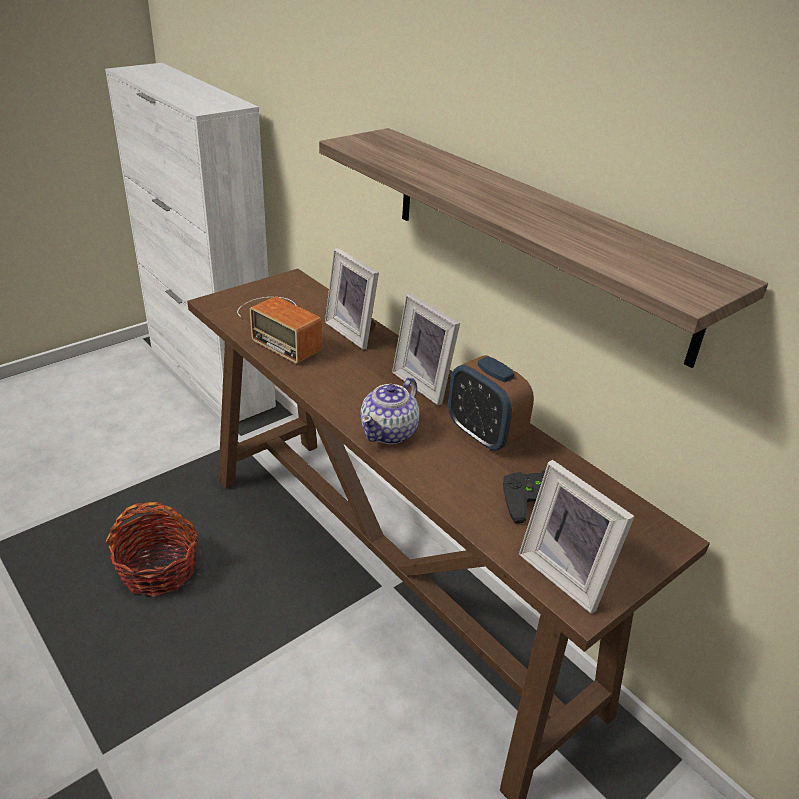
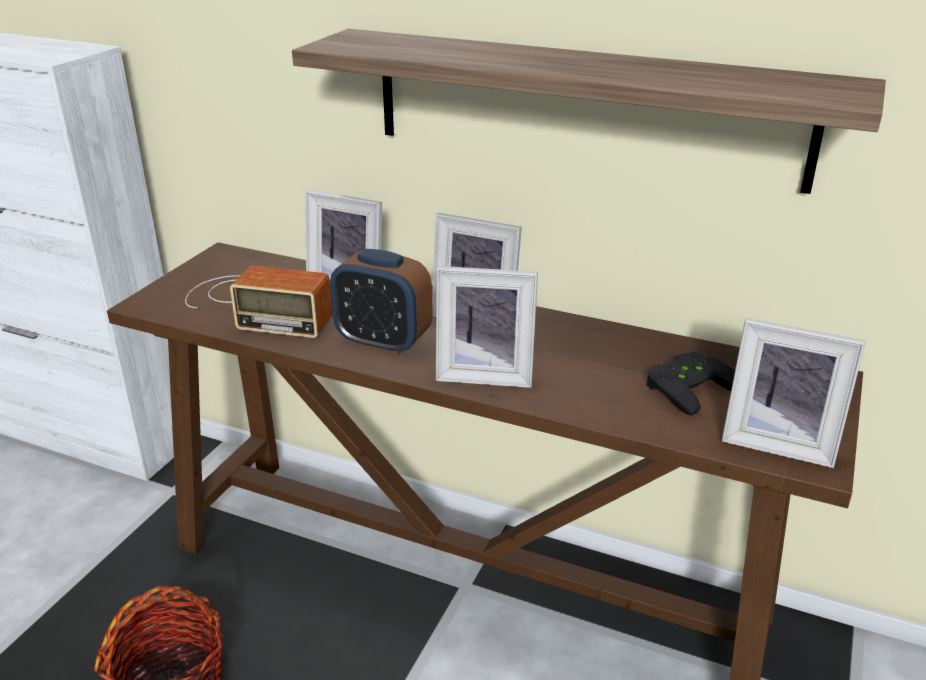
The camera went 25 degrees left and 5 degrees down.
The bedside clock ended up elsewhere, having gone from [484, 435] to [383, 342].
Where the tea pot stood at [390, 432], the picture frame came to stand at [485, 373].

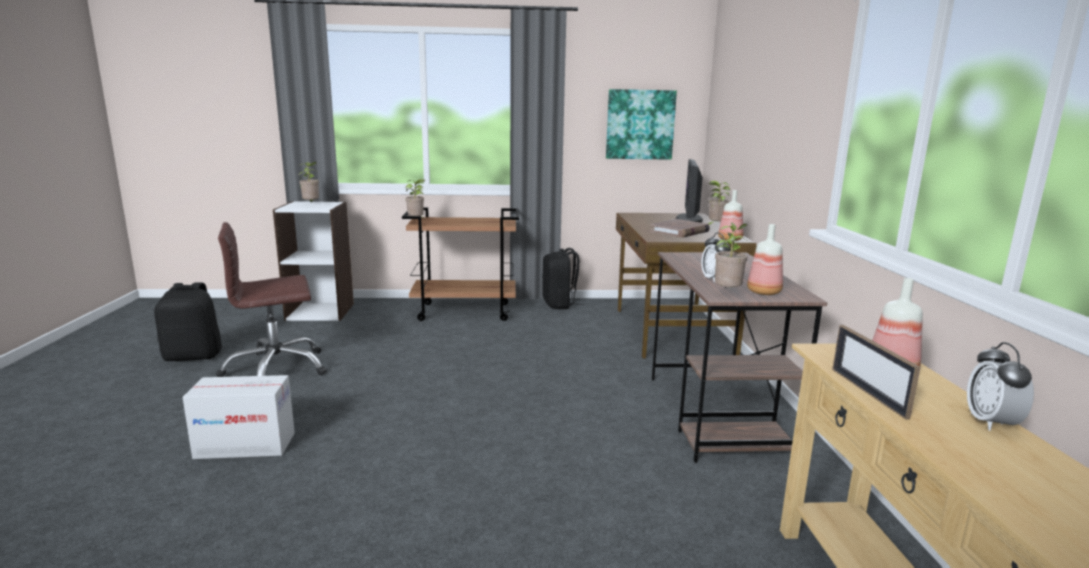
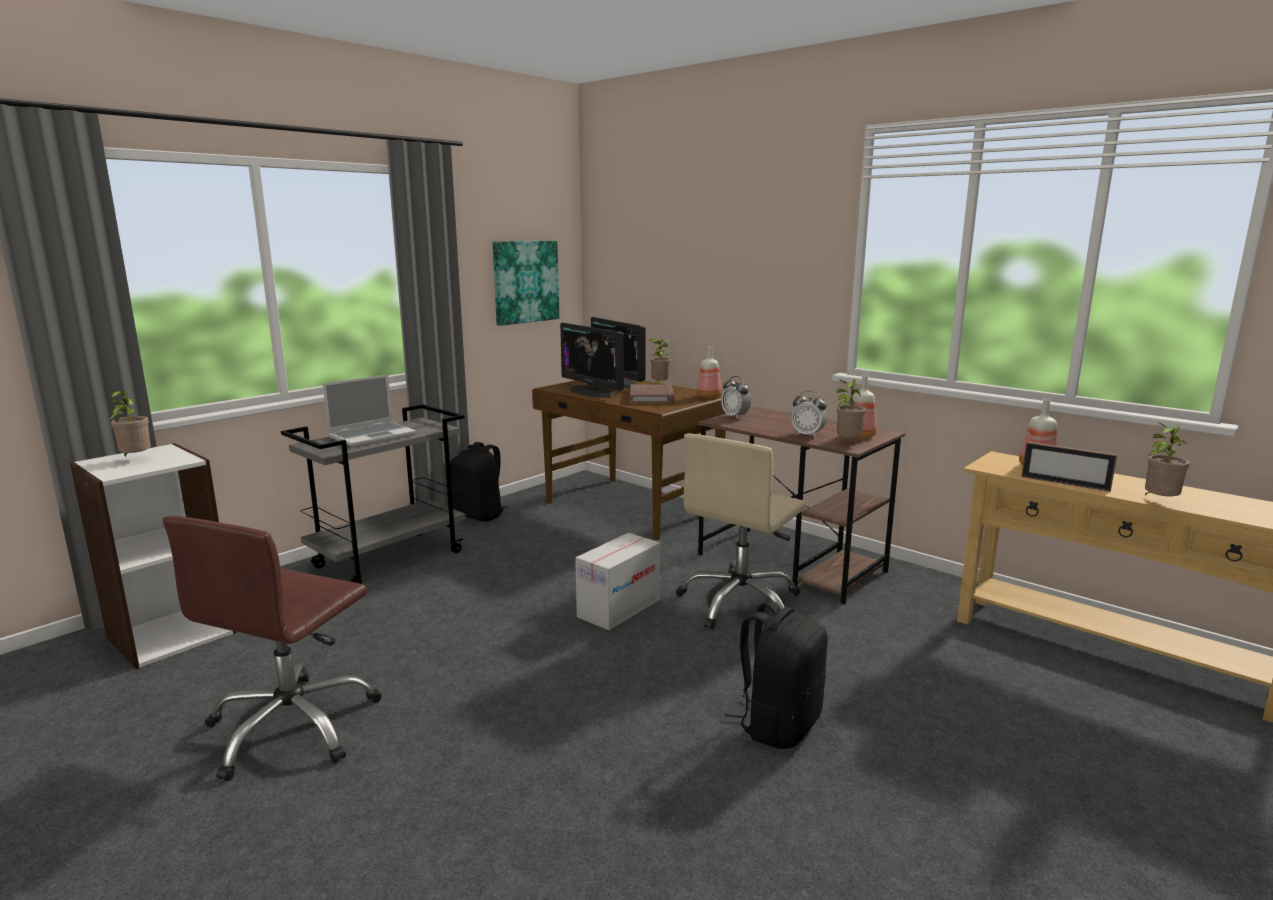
The camera went 45 degrees left and 0 degrees up.
The second view gained the laptop at [373, 436].
The second view gained the computer display at [592, 392].
The second view gained the computer chair in beige at [740, 603].
The knapsack in blackish ended up elsewhere, having gone from [194, 356] to [778, 724].
The packing box ended up elsewhere, having gone from [245, 445] to [619, 608].
The plant in a pot ended up elsewhere, having gone from [417, 221] to [1158, 502].
The bedside clock ended up elsewhere, having gone from [991, 423] to [735, 416].
What was the wheeled cart in brown-coloured at [465, 312] turned into the wheeled cart in grey at [390, 559].

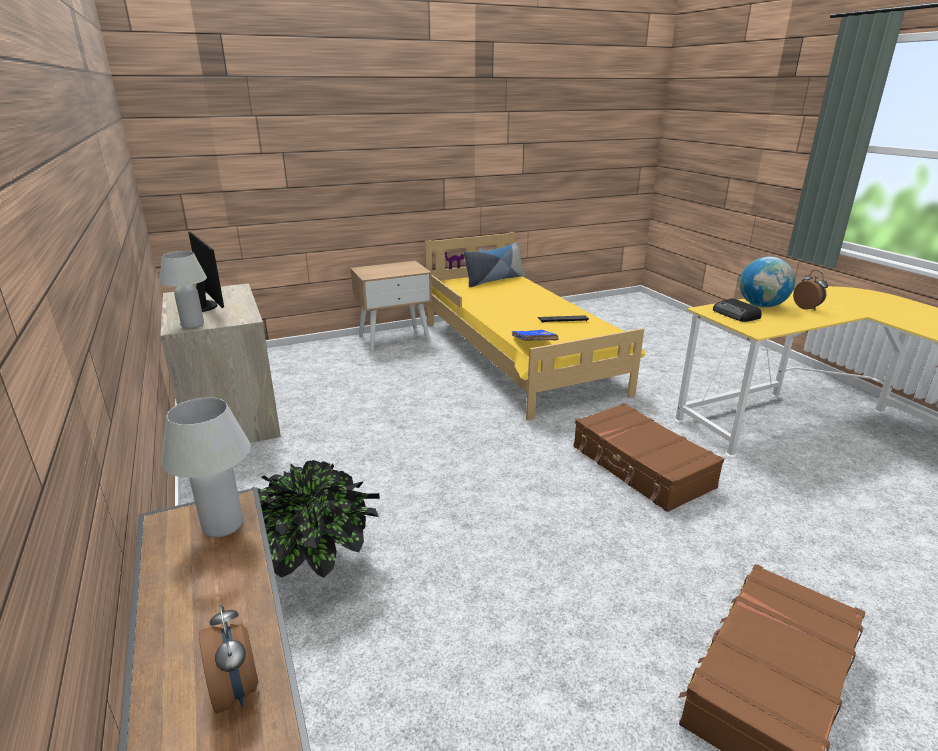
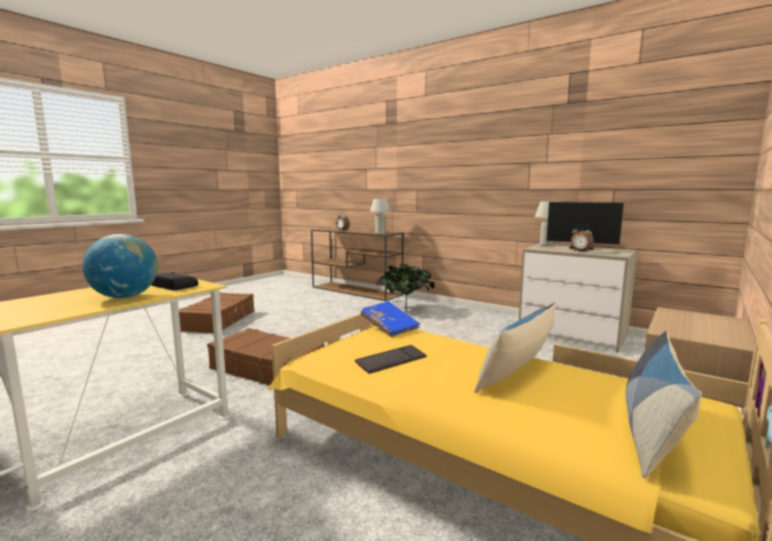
The camera went 150 degrees right and 15 degrees down.
The second view gained the cushion at [517, 373].
The bedside clock ended up elsewhere, having gone from [807, 308] to [580, 252].

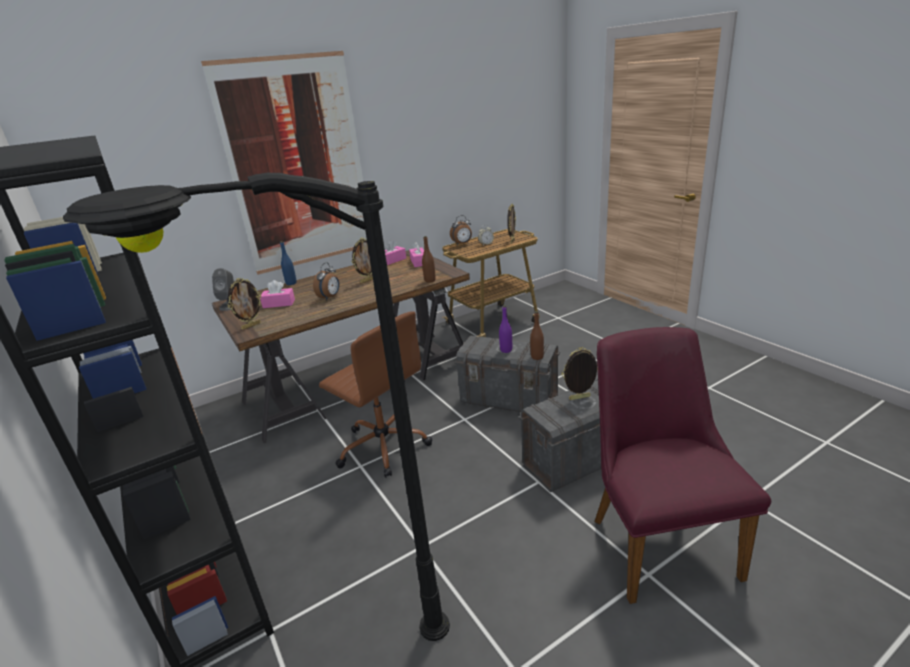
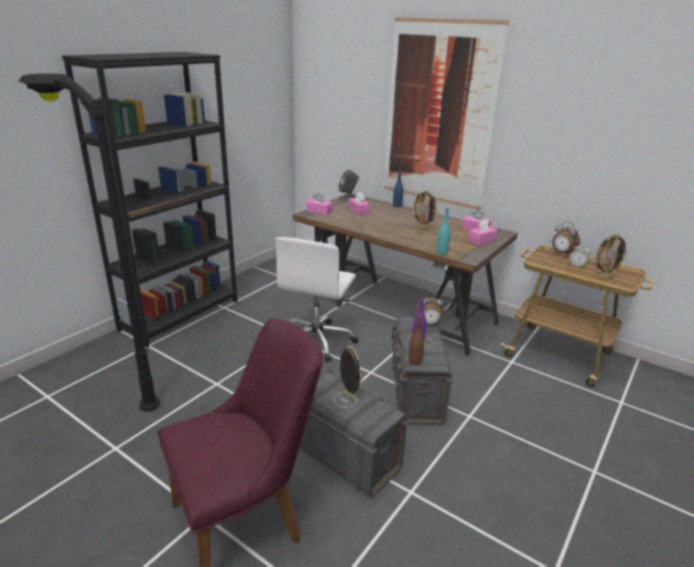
The camera went 65 degrees right and 0 degrees up.
The bedside clock ended up elsewhere, having gone from [330, 297] to [429, 324].
Where the picture frame stood at [251, 326], the box of tissues in pink-coloured came to stand at [319, 211].
What was the computer chair in brown-coloured at [383, 445] turned into the computer chair in whitish at [317, 340].
What was the bottle in brown-coloured at [430, 280] turned into the bottle in blue-green at [442, 252].

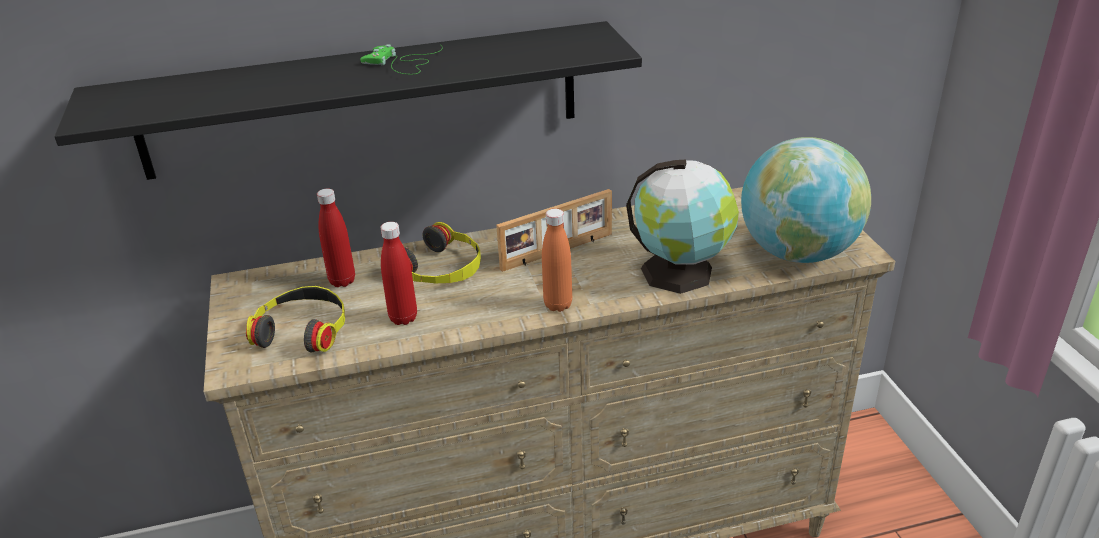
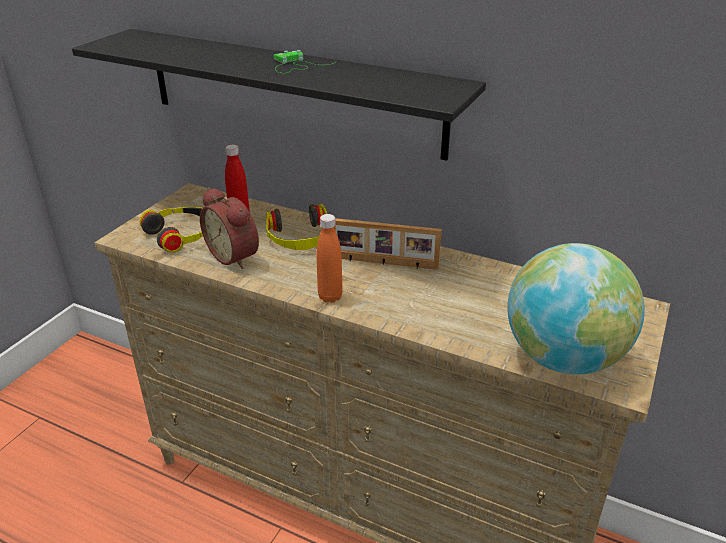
The camera went 40 degrees right and 0 degrees up.
The second view lost the desk globe at [681, 272].
Where the bottle in red-coloured stood at [403, 318], the bedside clock came to stand at [235, 256].

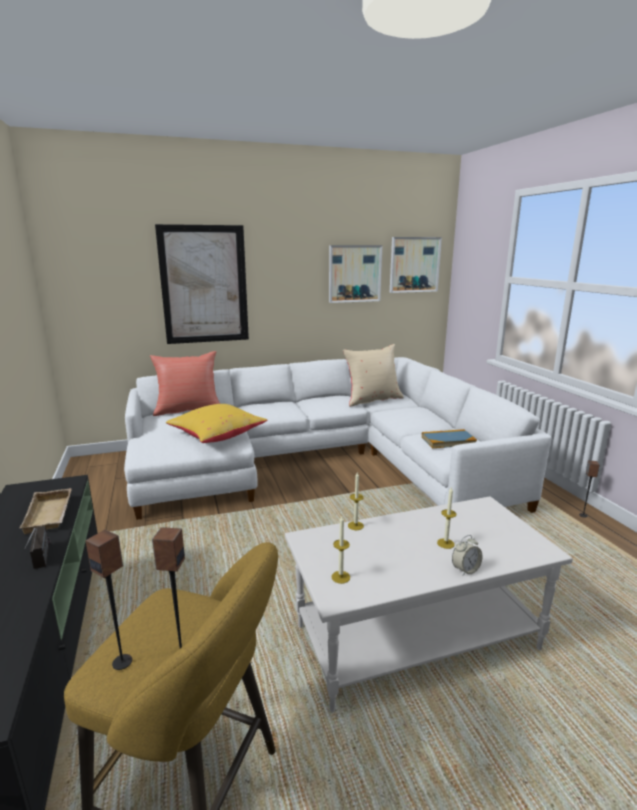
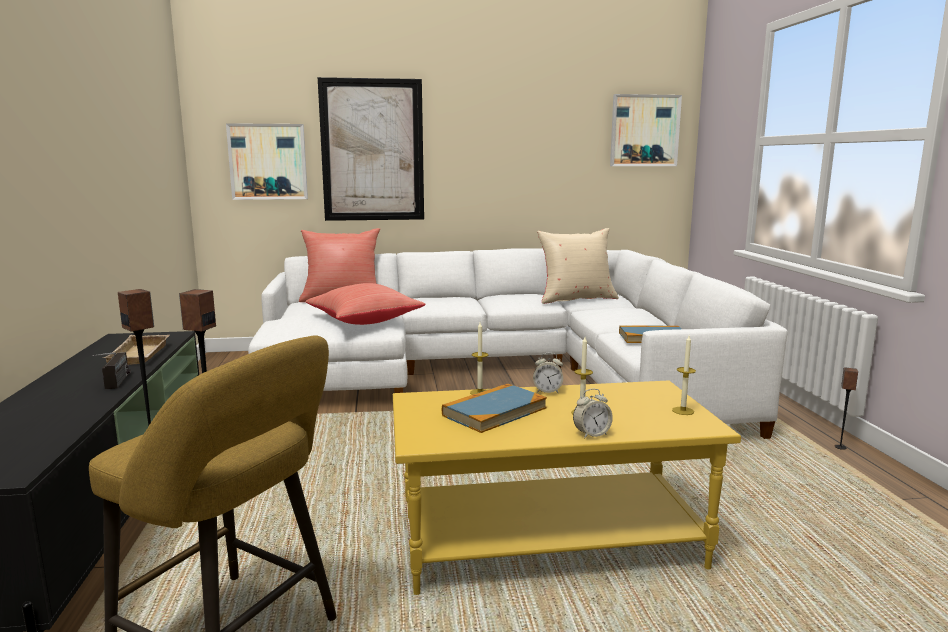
The camera went 10 degrees right and 5 degrees down.
The second view gained the book at [494, 412].
The second view gained the bedside clock at [547, 391].
The picture ended up elsewhere, having gone from [354, 273] to [268, 162].
The candle ended up elsewhere, having gone from [340, 577] to [683, 411].
What was the cushion in yellowish at [216, 436] turned into the cushion in red-coloured at [364, 321].
What was the lounge table in whitish at [416, 636] turned into the lounge table in yellowish at [550, 541].

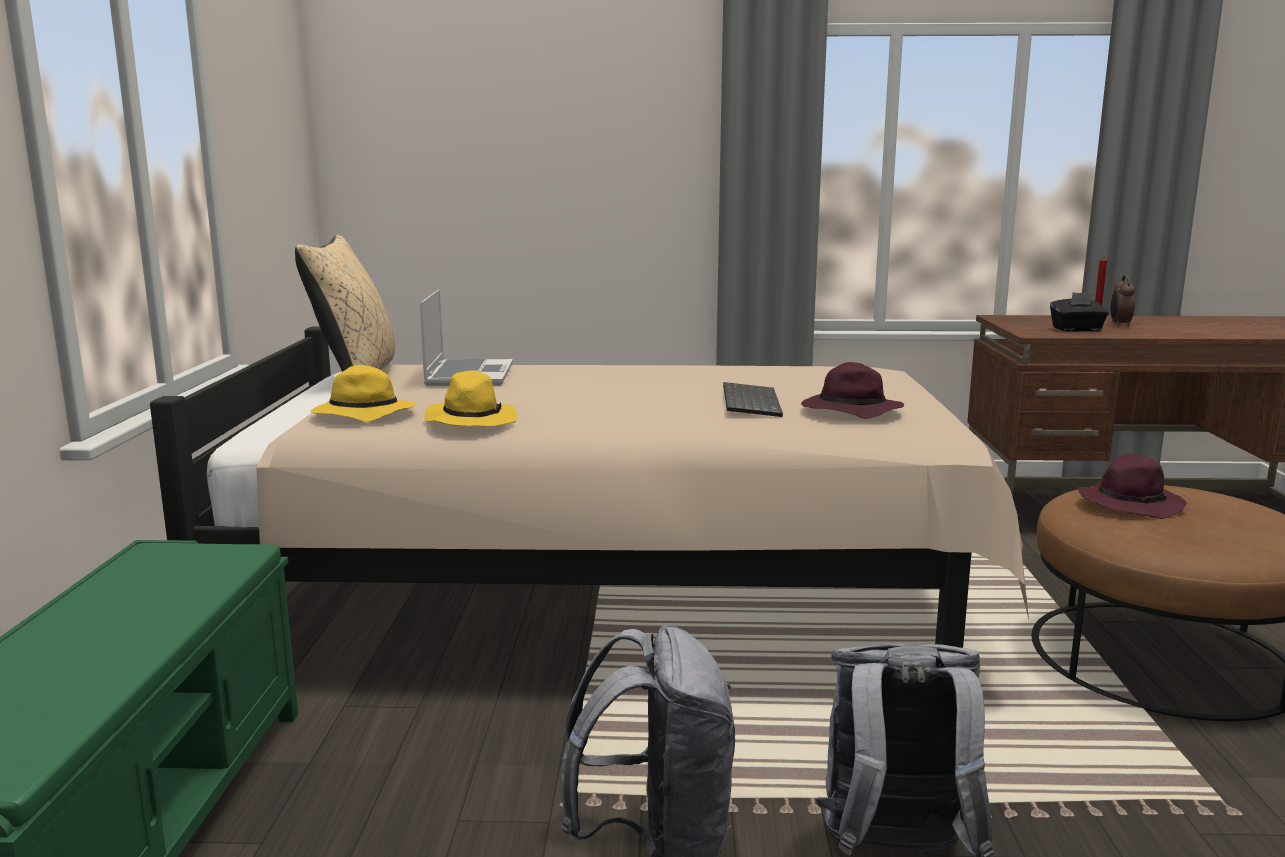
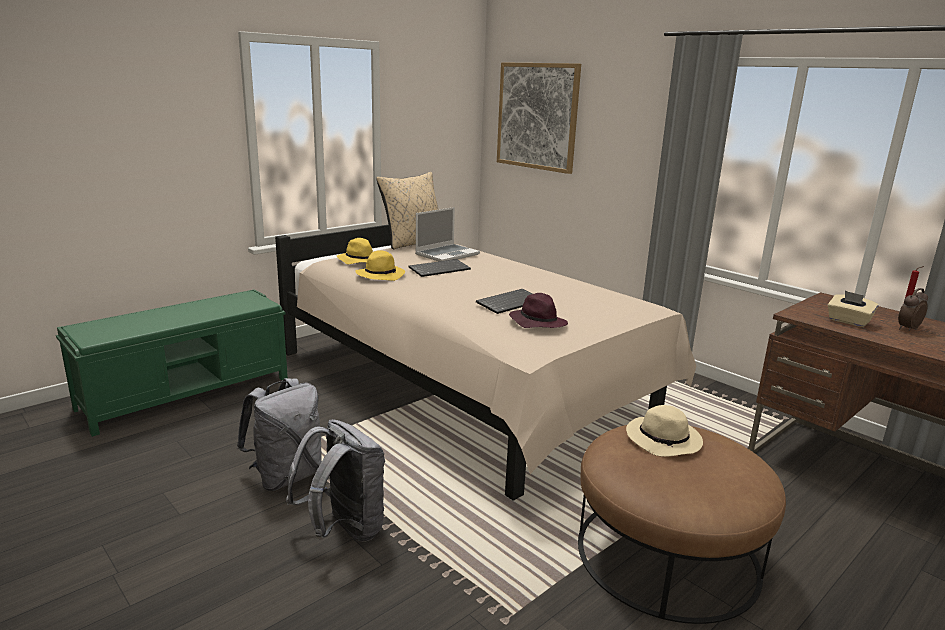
The camera went 45 degrees right and 5 degrees up.
The second view gained the computer keyboard at [439, 269].
The second view gained the picture at [537, 116].
What was the box of tissues in blackish at [1077, 329] turned into the box of tissues in beige at [848, 321].
What was the hat in purple at [1130, 503] turned into the hat in beige at [664, 440].

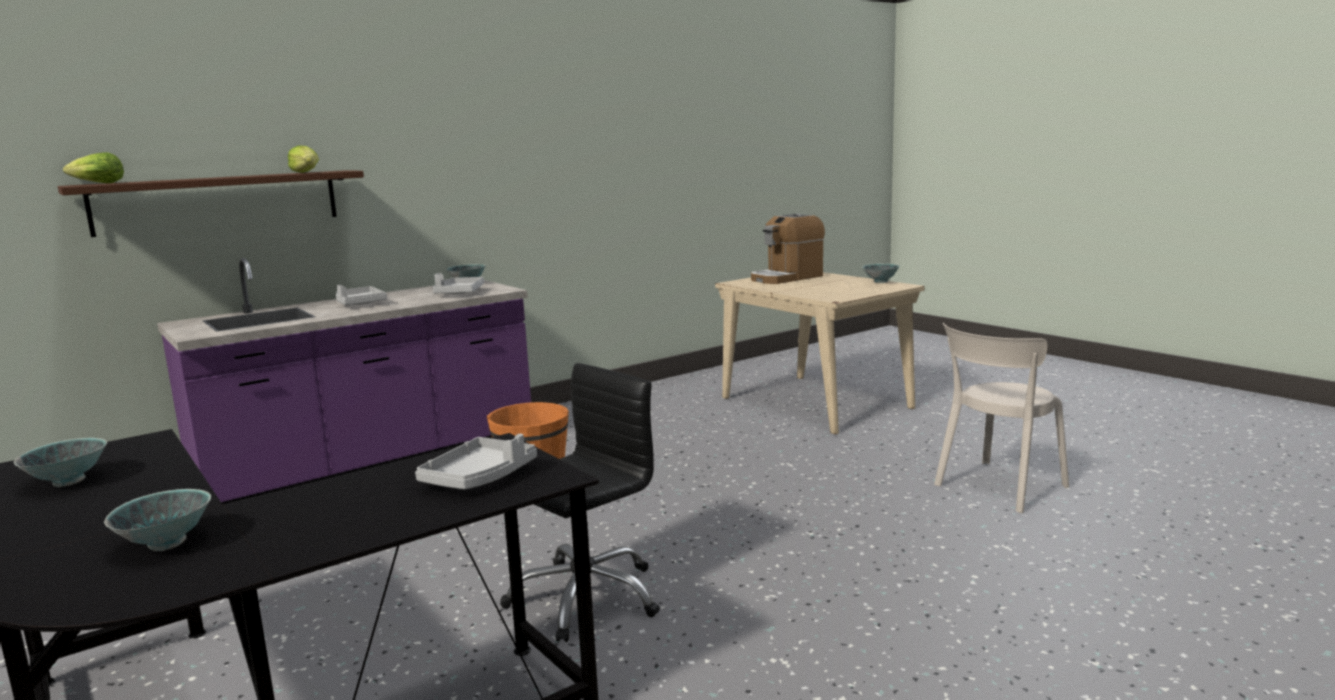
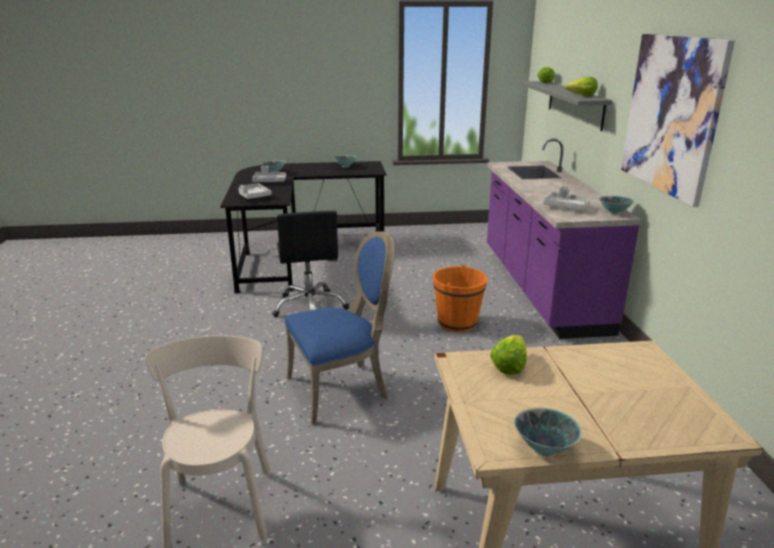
The camera went 120 degrees right and 10 degrees up.
The second view lost the coffee maker at [786, 278].
The second view gained the chair in blue at [341, 388].
The second view gained the lettuce head at [509, 365].
The second view gained the picture at [671, 115].
The tray in grey ended up elsewhere, having gone from [359, 304] to [269, 181].
What was the bracket shelf in brown-coloured at [218, 201] turned into the bracket shelf in grey at [575, 104].

